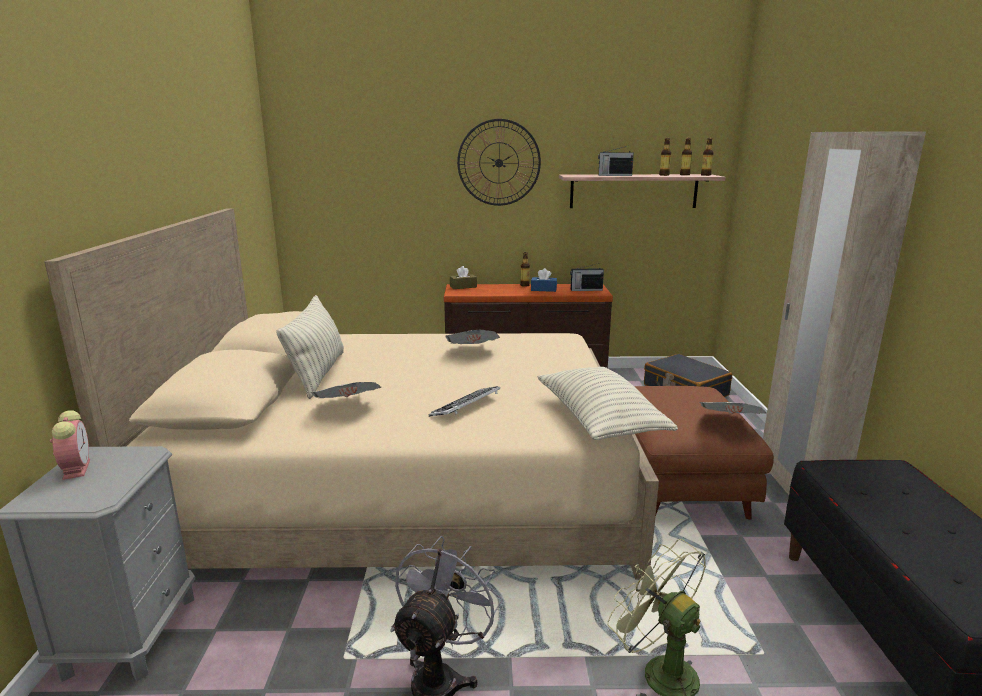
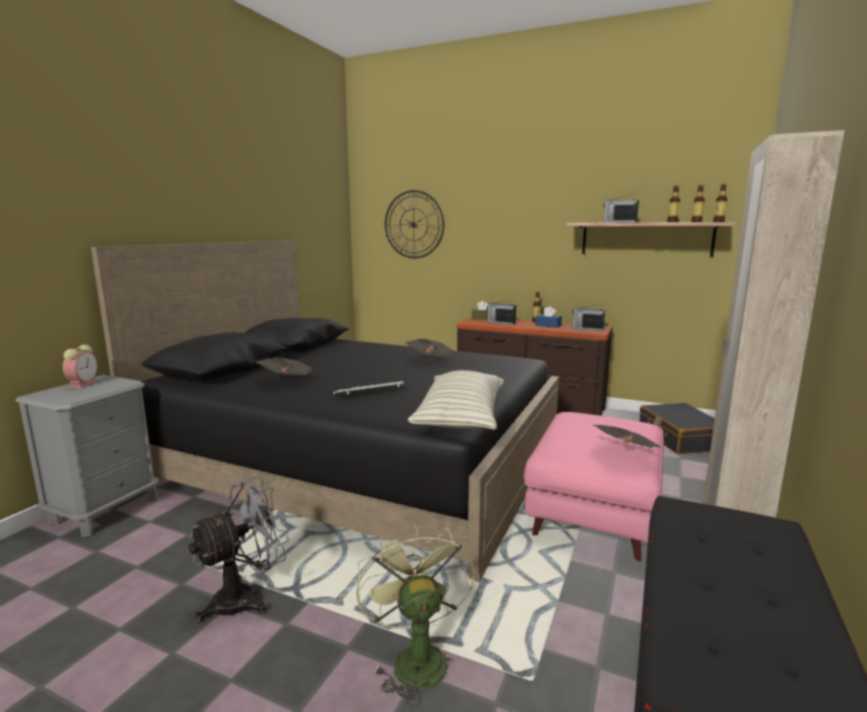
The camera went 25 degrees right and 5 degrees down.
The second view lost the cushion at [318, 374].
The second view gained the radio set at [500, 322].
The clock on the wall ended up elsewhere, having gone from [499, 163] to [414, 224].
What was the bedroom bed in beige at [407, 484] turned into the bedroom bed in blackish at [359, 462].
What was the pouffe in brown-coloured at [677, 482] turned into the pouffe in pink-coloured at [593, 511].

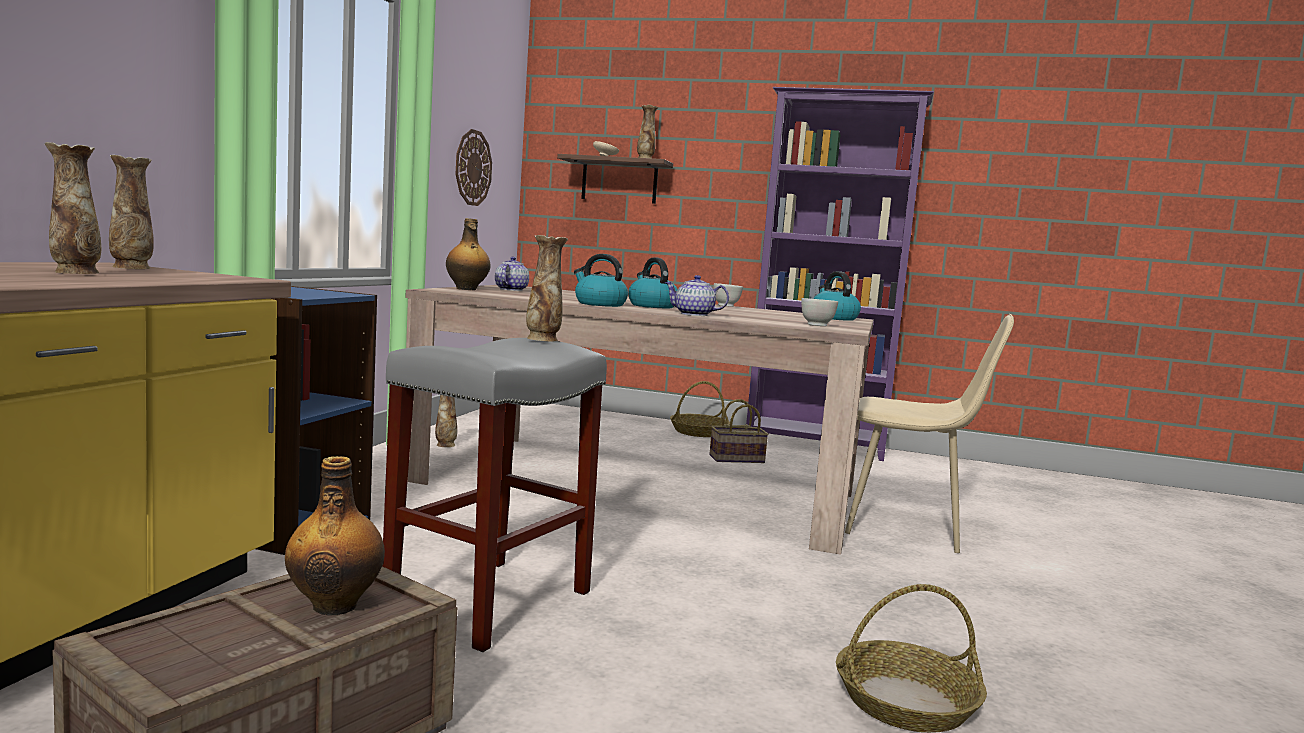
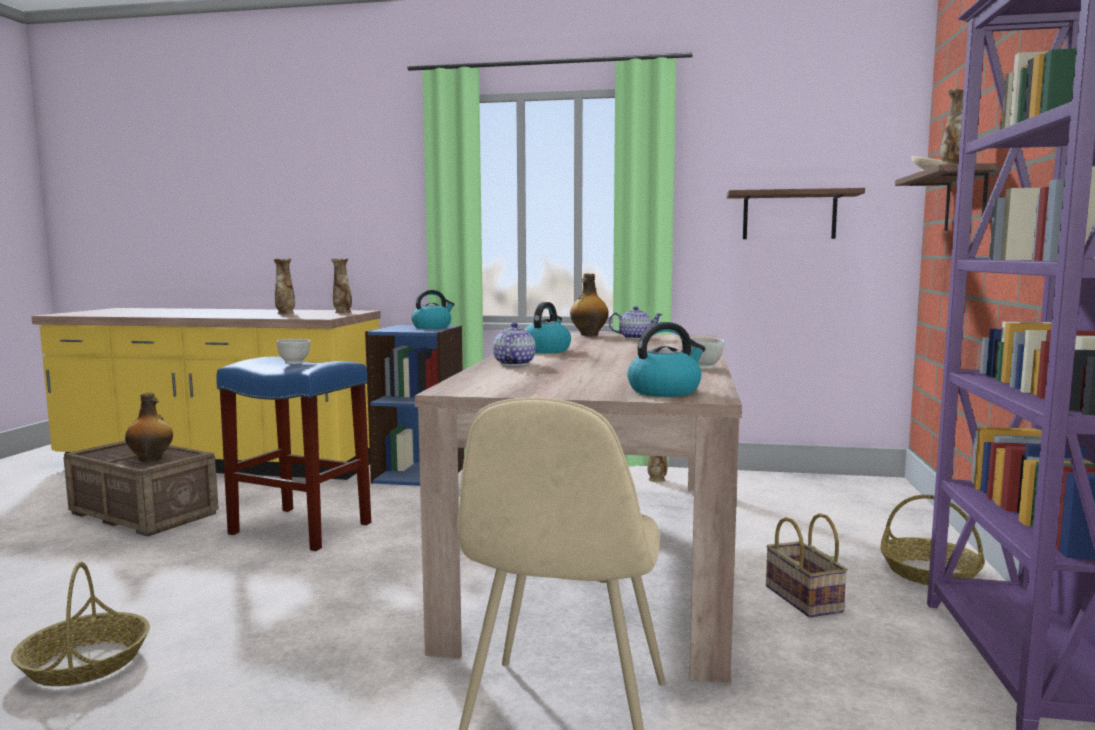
The camera went 85 degrees right and 0 degrees up.
The second view lost the flower vase at [543, 339].
The kettle ended up elsewhere, having gone from [651, 306] to [432, 327].
The bowl in whitish ended up elsewhere, having gone from [817, 325] to [294, 363].
Where the clock on the wall hung at [472, 168], the bracket shelf came to hang at [789, 215].
What was the stool in grey at [490, 600] turned into the stool in blue at [303, 528].

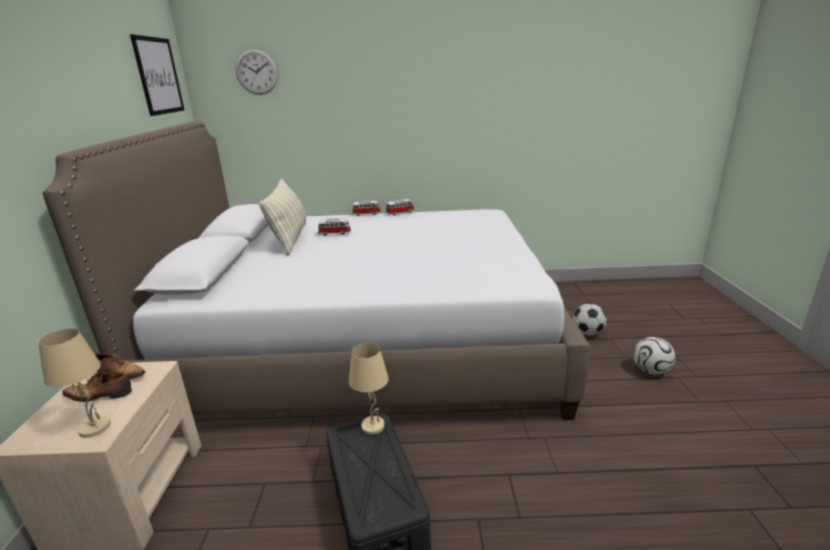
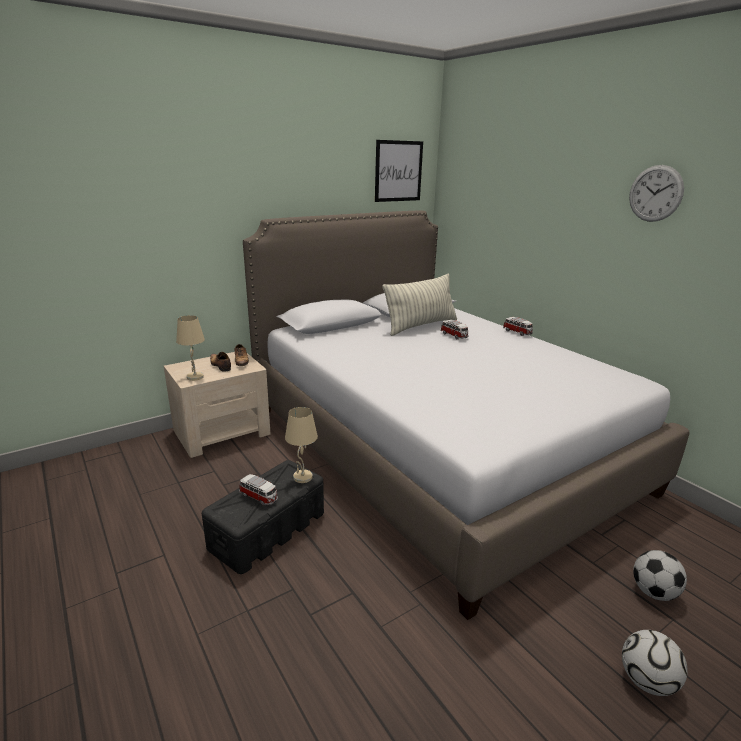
The camera went 55 degrees right and 0 degrees up.
The clock on the wall ended up elsewhere, having gone from [257, 72] to [655, 193].
The model car ended up elsewhere, having gone from [400, 213] to [259, 497].

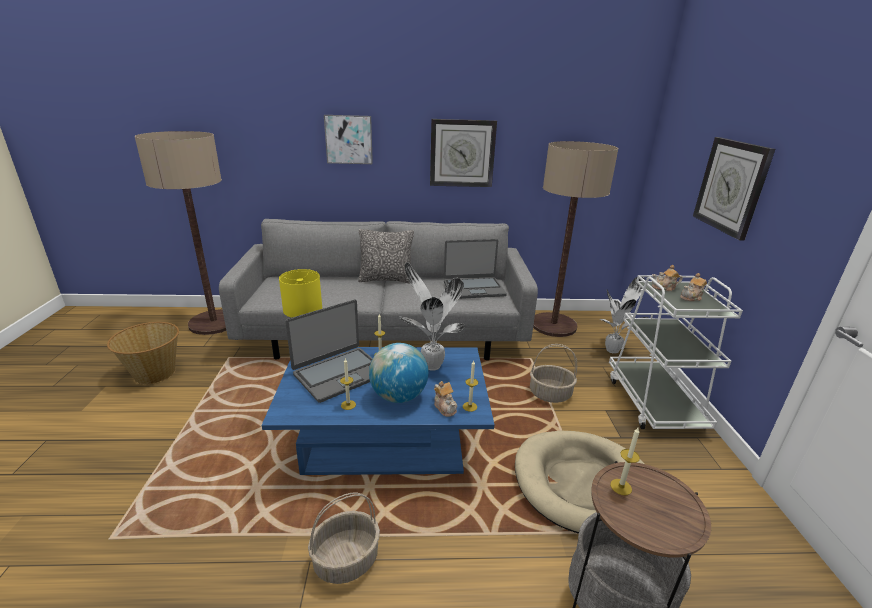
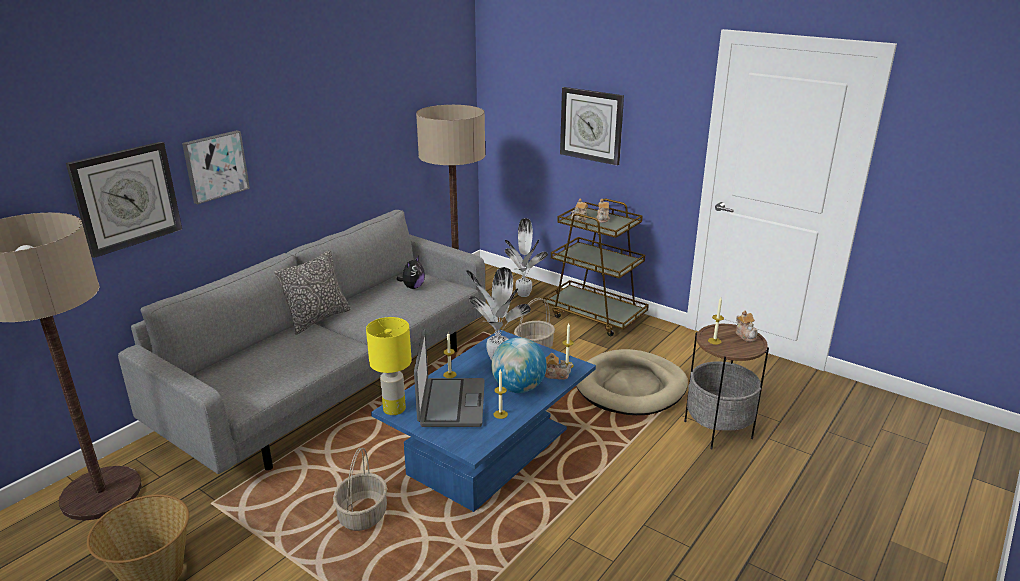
The camera went 50 degrees left and 0 degrees up.
The second view gained the tea pot at [745, 335].
The storage basket ended up elsewhere, having gone from [346, 559] to [362, 514].
The clock on the wall ended up elsewhere, having gone from [462, 153] to [126, 198].
Where the laptop stood at [473, 288], the plush toy came to stand at [413, 287].
What was the wheeled cart in whitish at [653, 402] turned into the wheeled cart in brown-coloured at [594, 315].

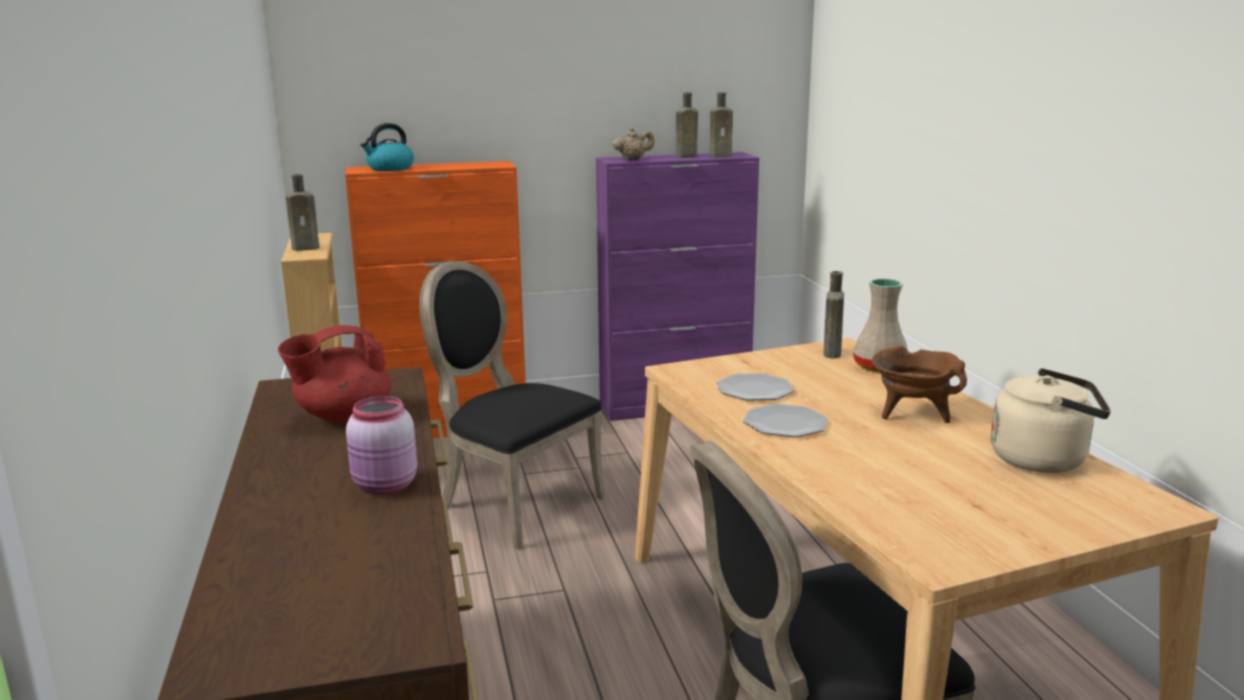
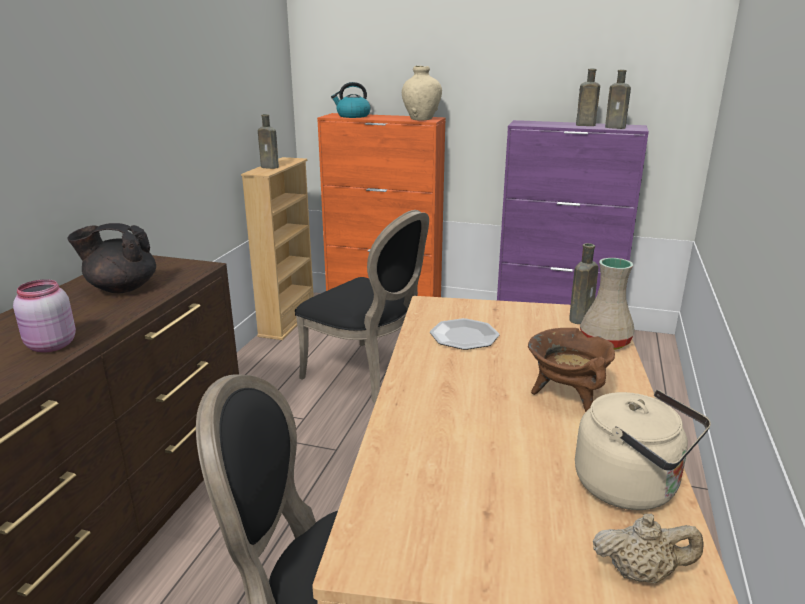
The camera went 30 degrees right and 5 degrees up.
The second view lost the plate at [785, 423].
The second view gained the flower vase in beige at [421, 119].
The tea pot in beige ended up elsewhere, having gone from [633, 159] to [641, 573].
What was the tea pot in red-coloured at [342, 416] turned into the tea pot in blackish at [121, 288].
The chair in blackish at [513, 503] ended up facing another way, 150 degrees clockwise from before.

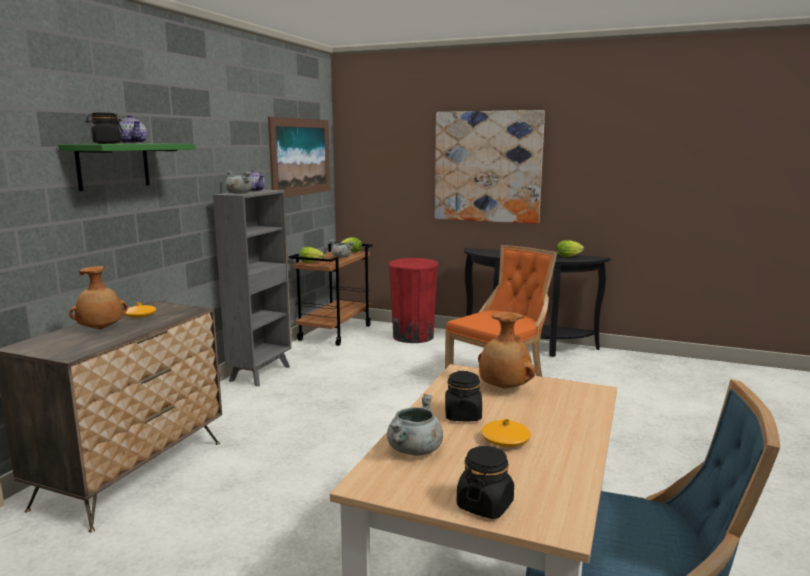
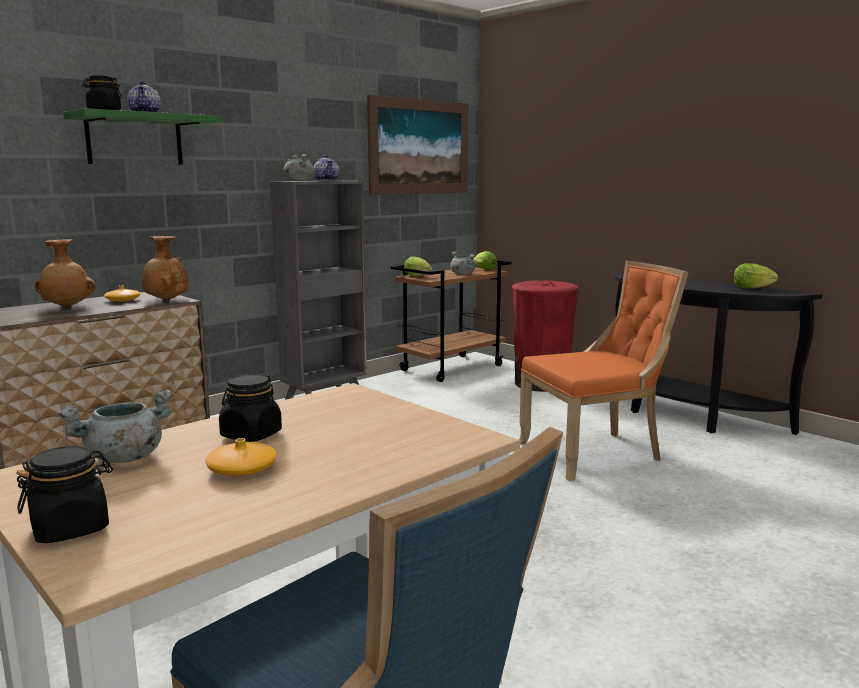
The camera went 25 degrees right and 0 degrees up.
The second view lost the picture at [487, 167].
The flower vase in brown-coloured ended up elsewhere, having gone from [503, 388] to [166, 300].

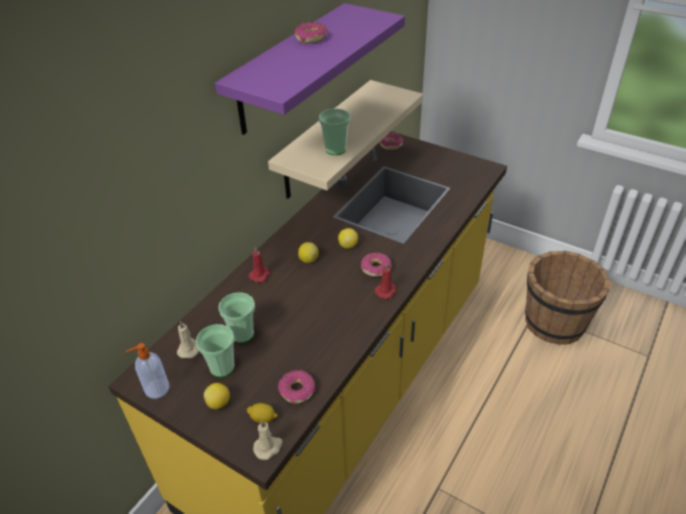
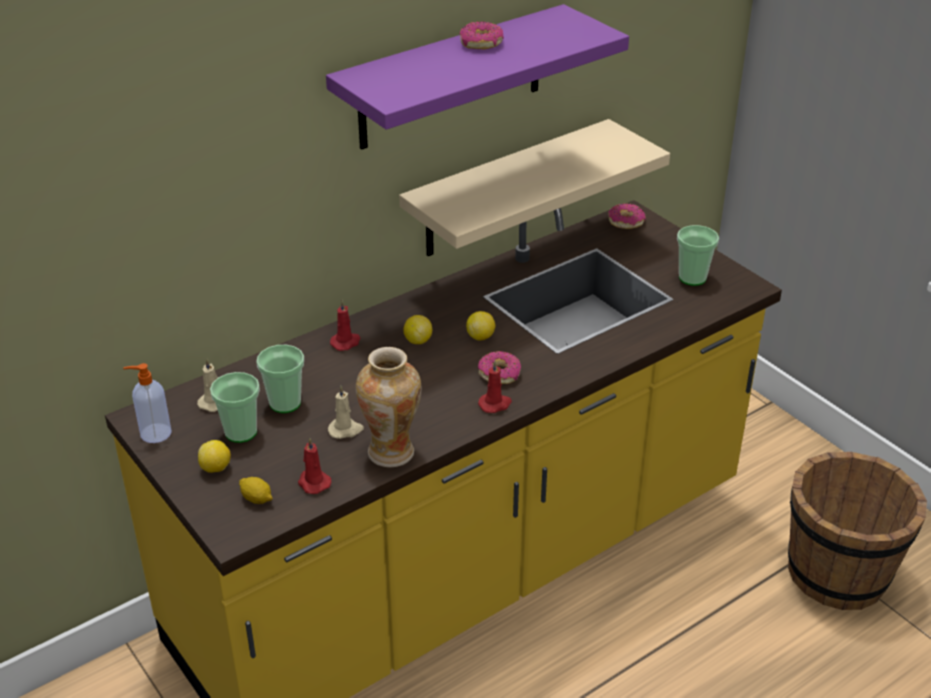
The camera went 20 degrees right and 5 degrees down.
The second view gained the flower vase at [392, 452].
The candle in beige ended up elsewhere, having gone from [268, 447] to [346, 430].
The drinking cup ended up elsewhere, having gone from [335, 149] to [692, 278].
Where the ring doughnut stood at [297, 391], the candle in red-coloured came to stand at [313, 482].

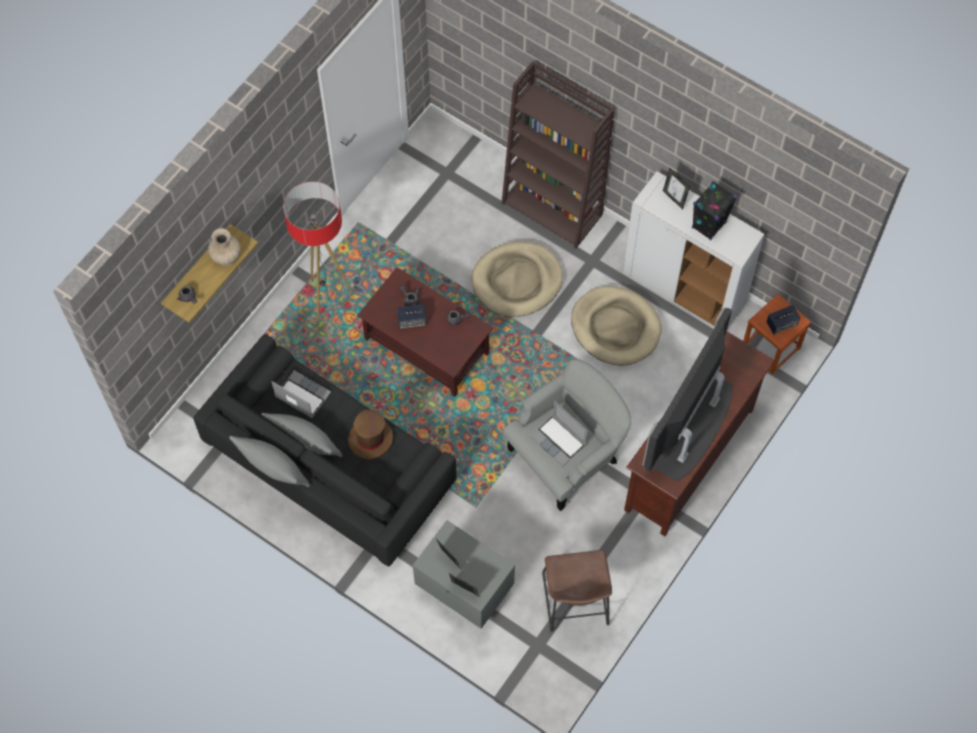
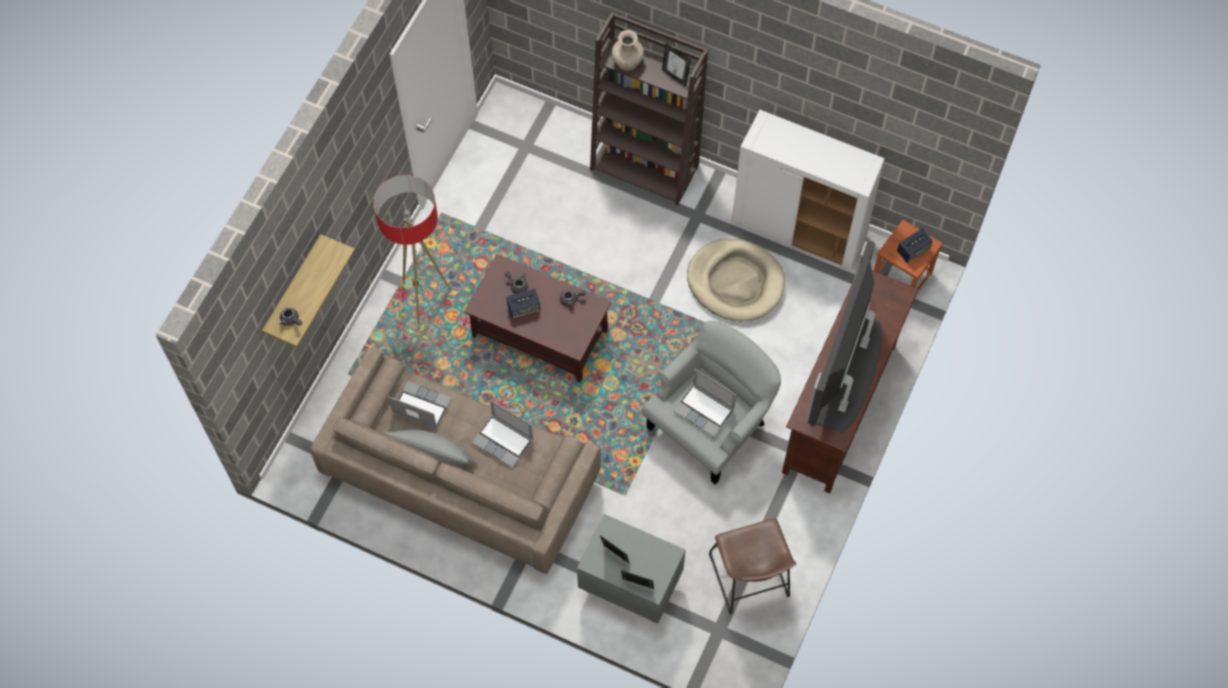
The camera went 10 degrees left and 0 degrees up.
The second view lost the cushion in grey at [273, 468].
The second view lost the pet bed in beige at [517, 281].
The second view lost the loudspeaker in blackish at [709, 225].
The flower vase in beige ended up elsewhere, having gone from [226, 257] to [627, 62].
The picture frame ended up elsewhere, having gone from [674, 198] to [675, 76].
Where the hat in brown-coloured stood at [371, 439], the laptop came to stand at [504, 441].
What was the couch in blackish at [330, 465] turned into the couch in beige at [461, 476].

